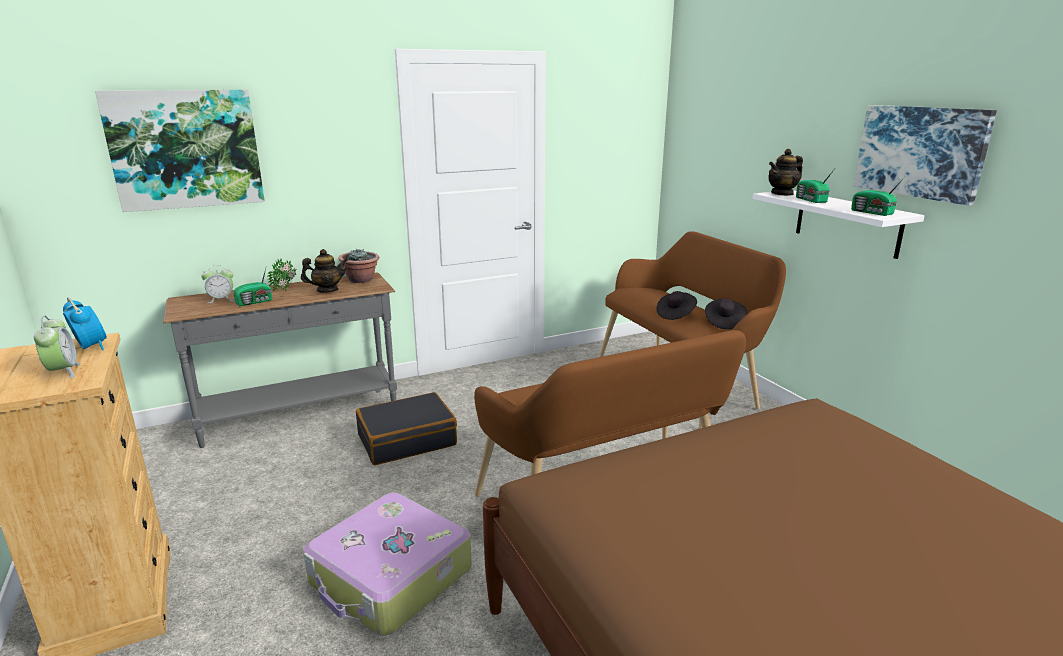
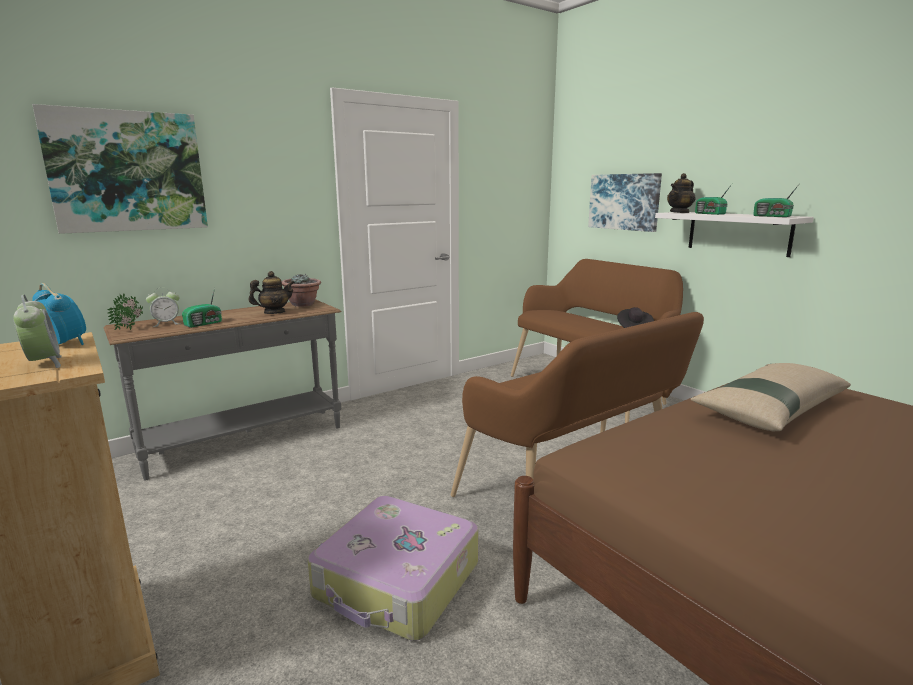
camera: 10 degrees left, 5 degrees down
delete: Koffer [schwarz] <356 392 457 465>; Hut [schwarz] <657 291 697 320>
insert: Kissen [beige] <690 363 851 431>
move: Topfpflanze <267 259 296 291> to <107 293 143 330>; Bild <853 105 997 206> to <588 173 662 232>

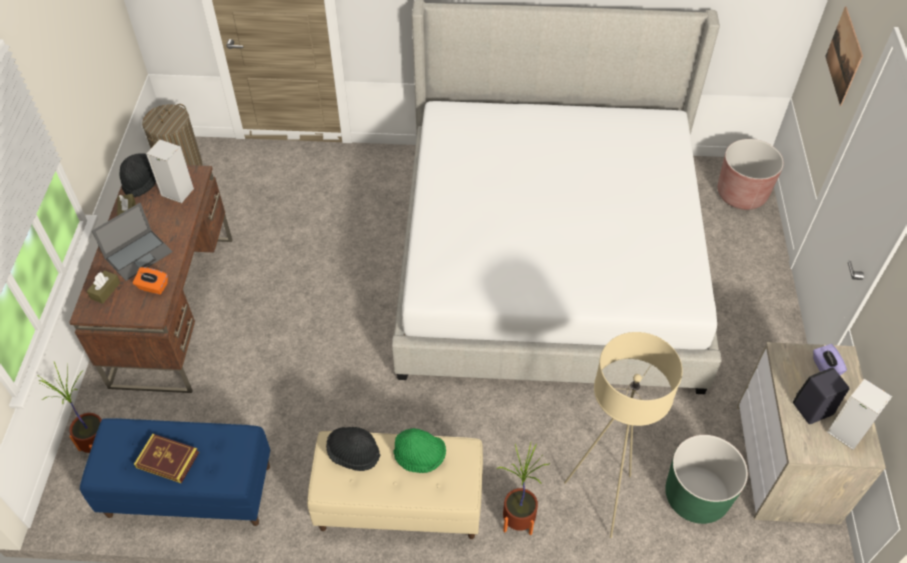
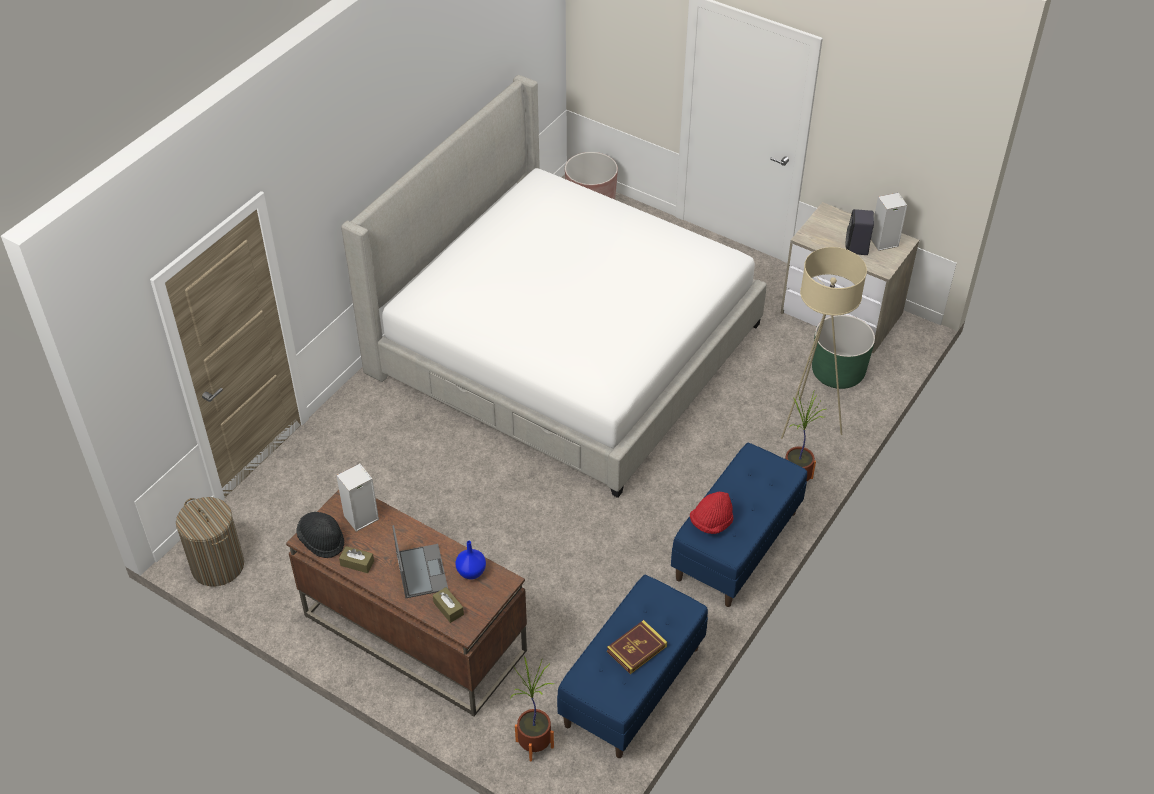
camera: 60 degrees left, 5 degrees down
delete: Hut [grün] <393 428 446 473>; Taschentuchbox [lila] <813 344 847 375>; Bild <825 6 863 106>
replace: Taschentuchbox [orange] <133 267 168 295> to Vase [blau] <455 541 486 580>
recolor: Bank [beige] <307 431 483 539> to Bank [blau] <671 443 807 607>; Hut [schwarz] <326 427 380 471> to Hut [rot] <690 492 733 534>

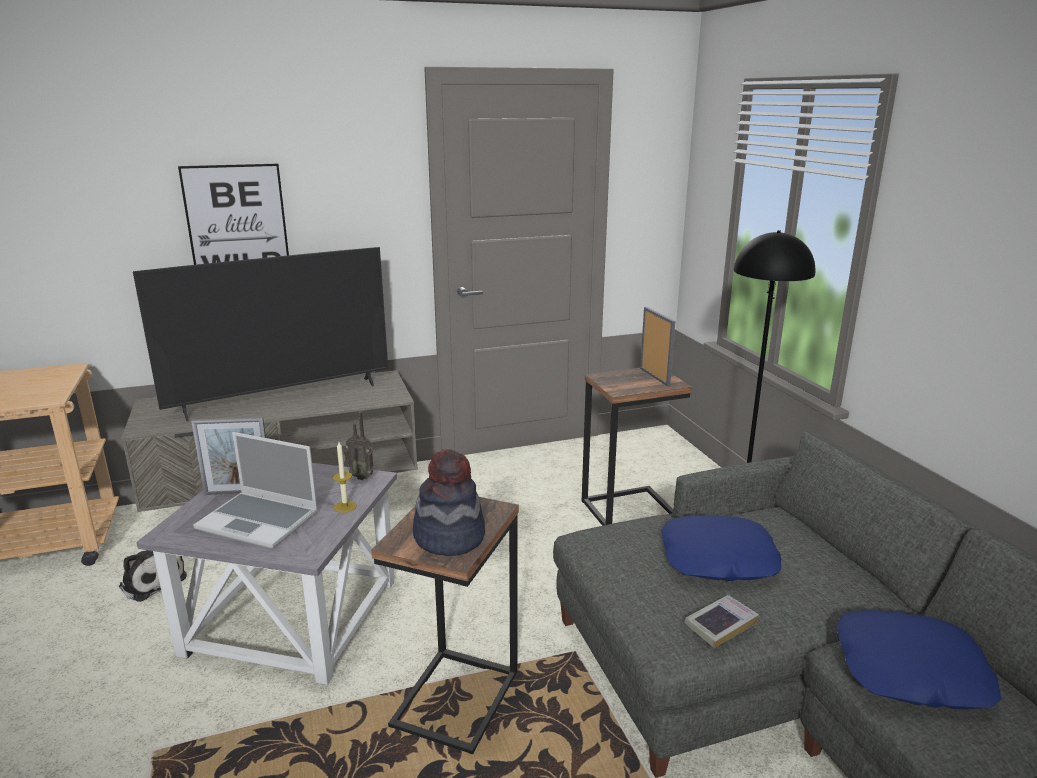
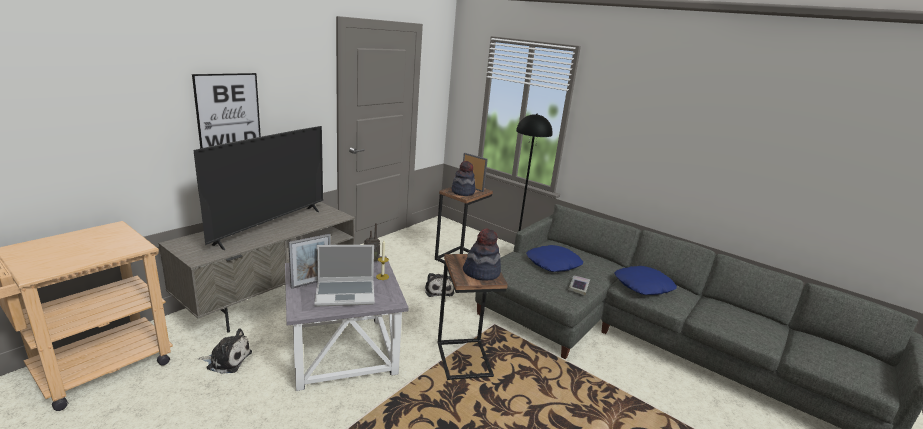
camera: 35 degrees left, 0 degrees up
insert: Plüschtier <425 273 454 297>; Hut <452 161 476 196>

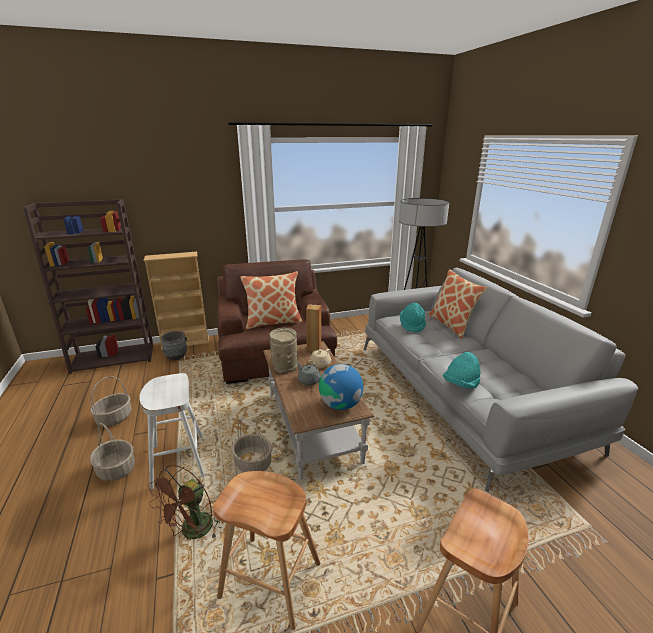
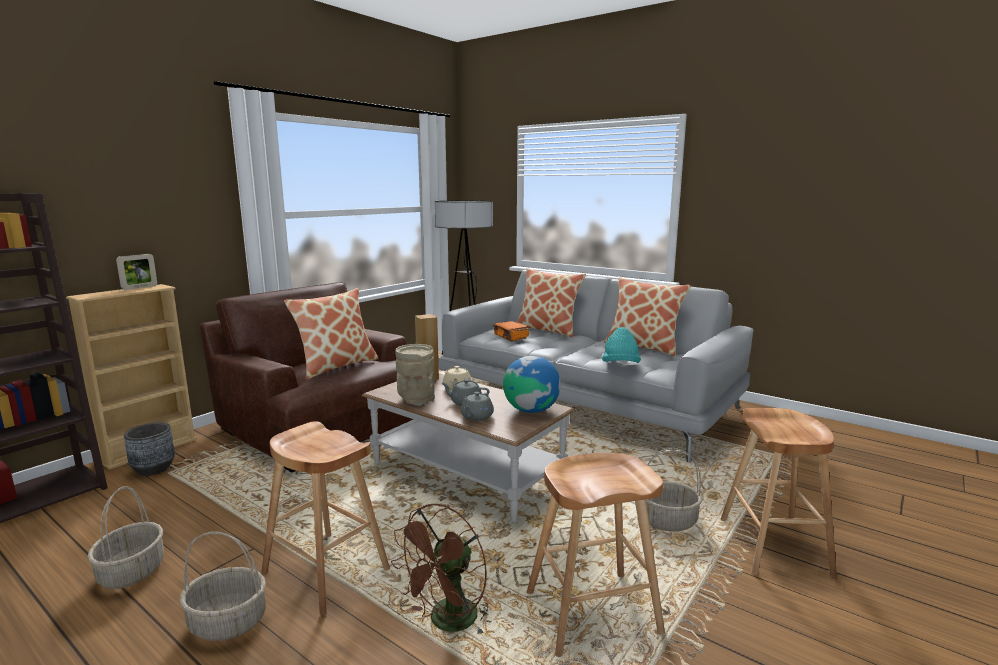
camera: 35 degrees left, 10 degrees down
insert: Bilderrahmen <116 254 157 290>; Teekanne [grau] <461 392 494 421>; Kissen <604 277 691 356>
move: Korb <231 417 272 472> to <646 448 702 532>
replace: Hut [türkis] <400 303 426 332> to Buch [orange] <493 321 529 341>
recolor: Hocker [weiß] <139 373 205 490> to Hocker [braun] <261 421 390 615>
rotate: Ventilator [braun] <148 465 222 540> = <391 504 492 637> 45 degrees clockwise

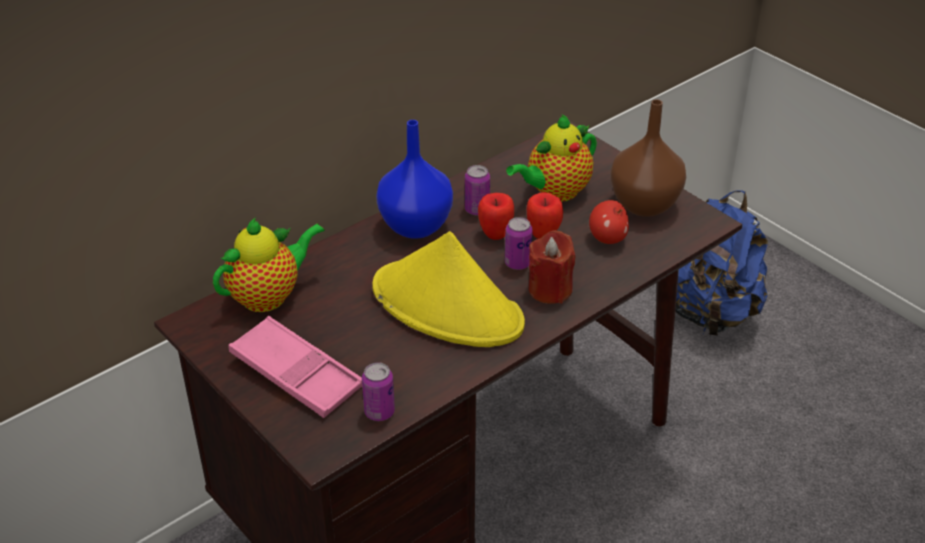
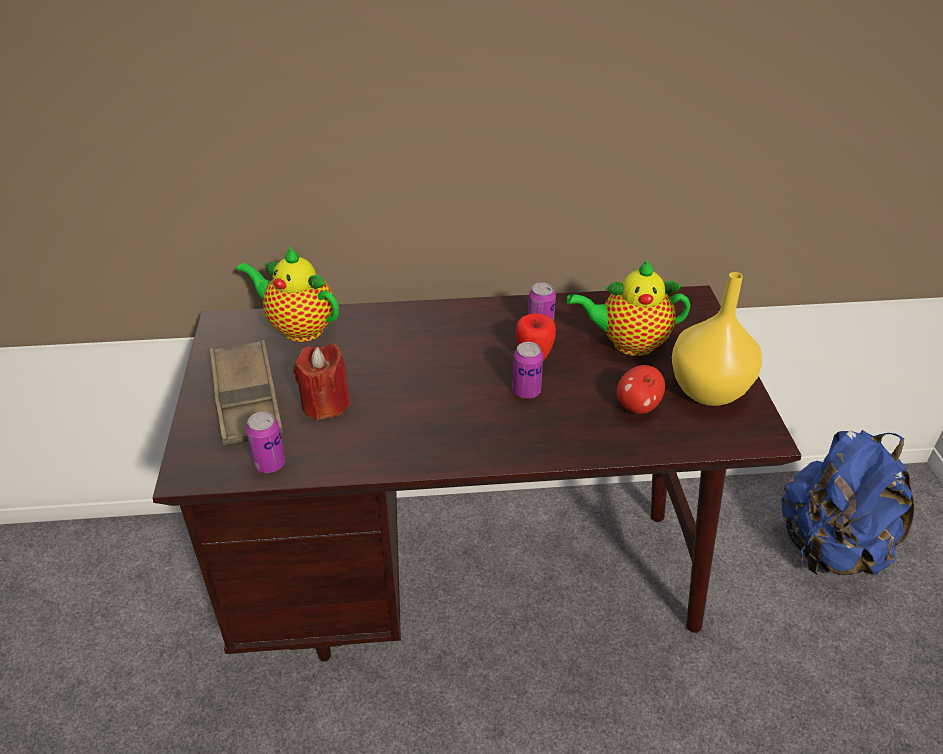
camera: 35 degrees right, 0 degrees up
delete: Hut [gelb] <372 231 525 347>; Vase [blau] <376 120 453 239>; Apfel <527 192 563 239>
move: Kerze [rot] <529 231 576 304> to <294 343 351 421>
recolor: Tablett [rosa] <228 316 362 418> to Tablett [braun] <210 340 283 446>; Vase [braun] <611 99 686 217> to Vase [gelb] <672 272 762 406>
rotate: Teekanne <213 217 325 312> = <236 246 339 342> 150 degrees counterclockwise

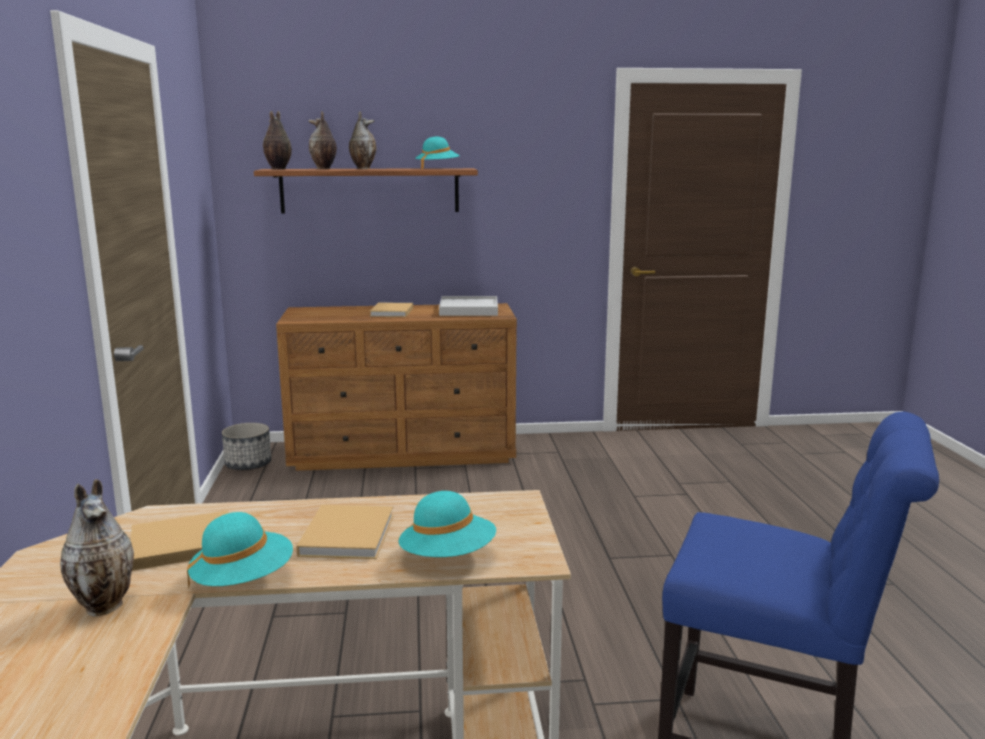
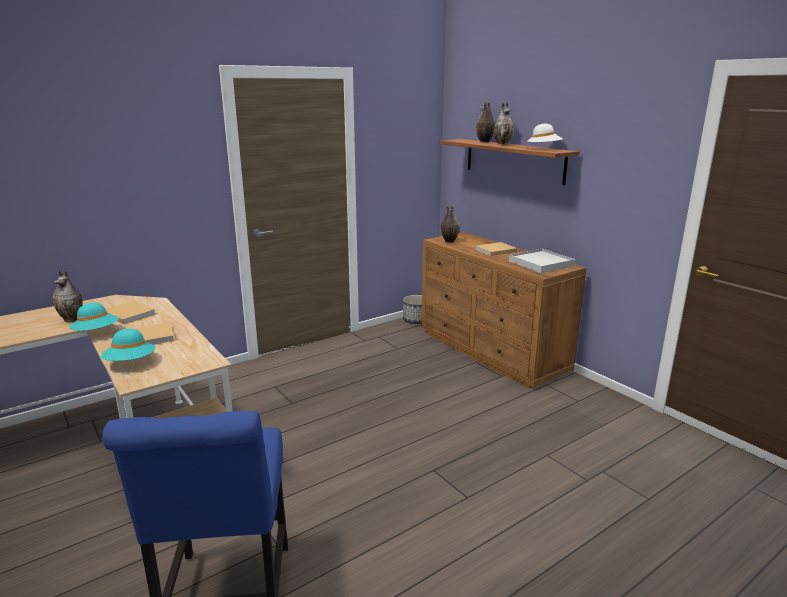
camera: 60 degrees right, 5 degrees up
move: Vase <263 111 292 170> to <441 205 460 243>
recolor: Hut [türkis] <415 137 460 169> to Hut [weiß] <526 124 563 145>

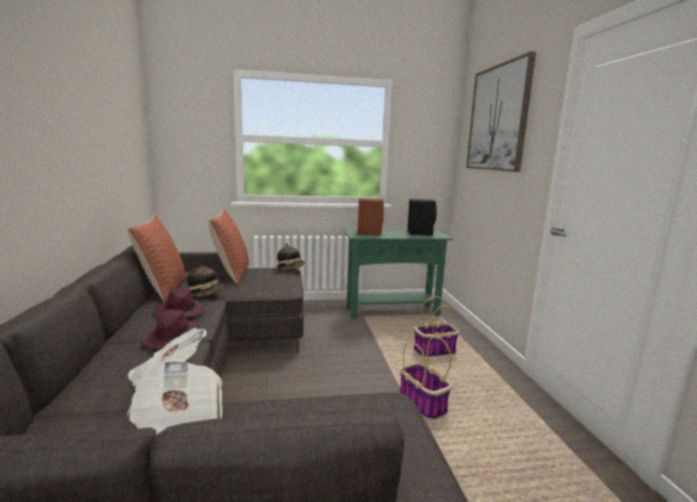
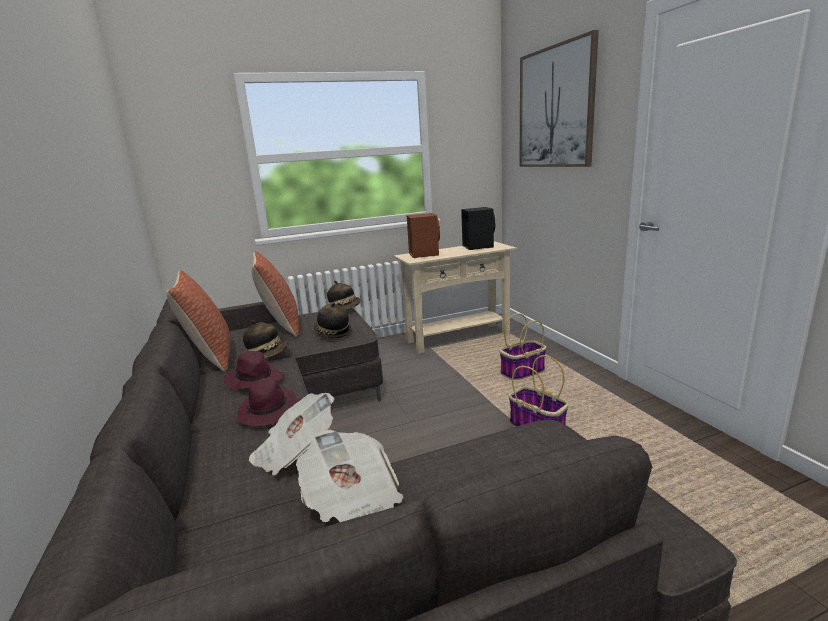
camera: 10 degrees left, 5 degrees up
insert: Hut <314 303 352 339>
recolor: Konsolentisch [grün] <344 231 453 319> to Konsolentisch [beige] <394 241 517 354>

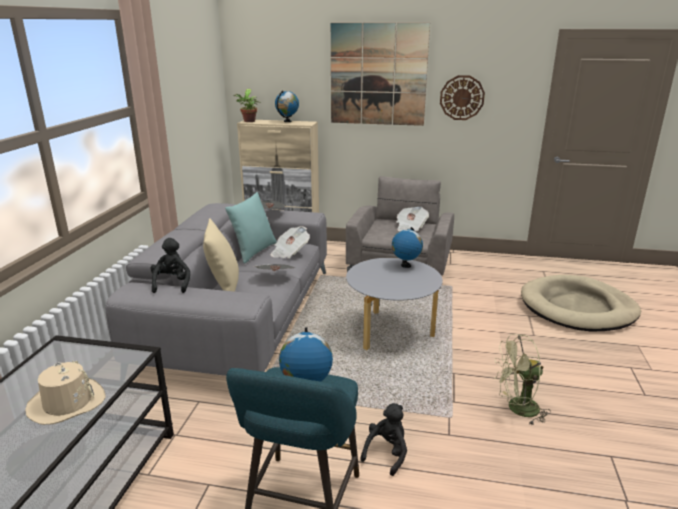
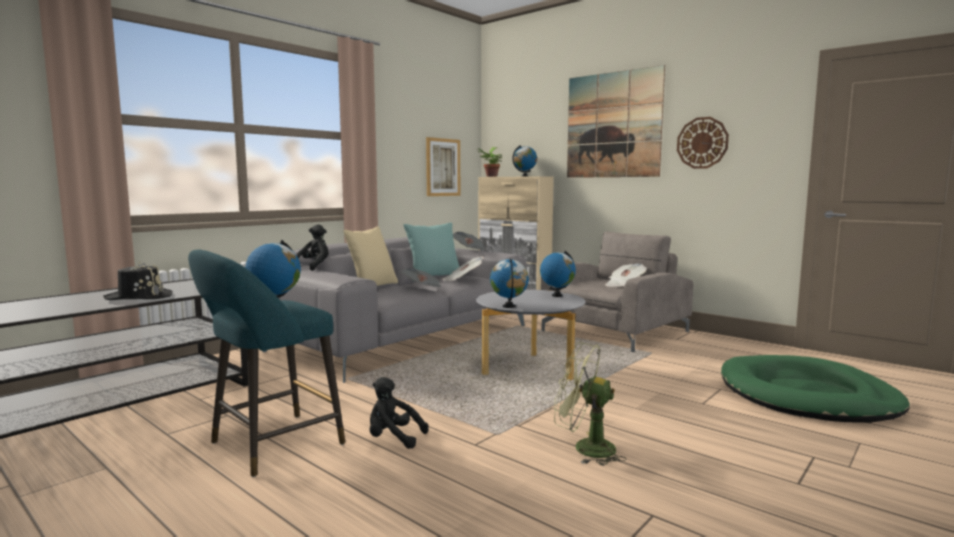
camera: 30 degrees right, 15 degrees down
insert: Bild <426 137 460 196>; Globus <490 259 529 308>
recolor: Hut [beige] <25 361 106 425> to Hut [schwarz] <103 261 173 300>; Hundebett [beige] <521 275 641 331> to Hundebett [grün] <721 355 910 423>
rotate: Plüschtier [schwarz] <360 403 407 476> = <370 377 429 449> 135 degrees counterclockwise

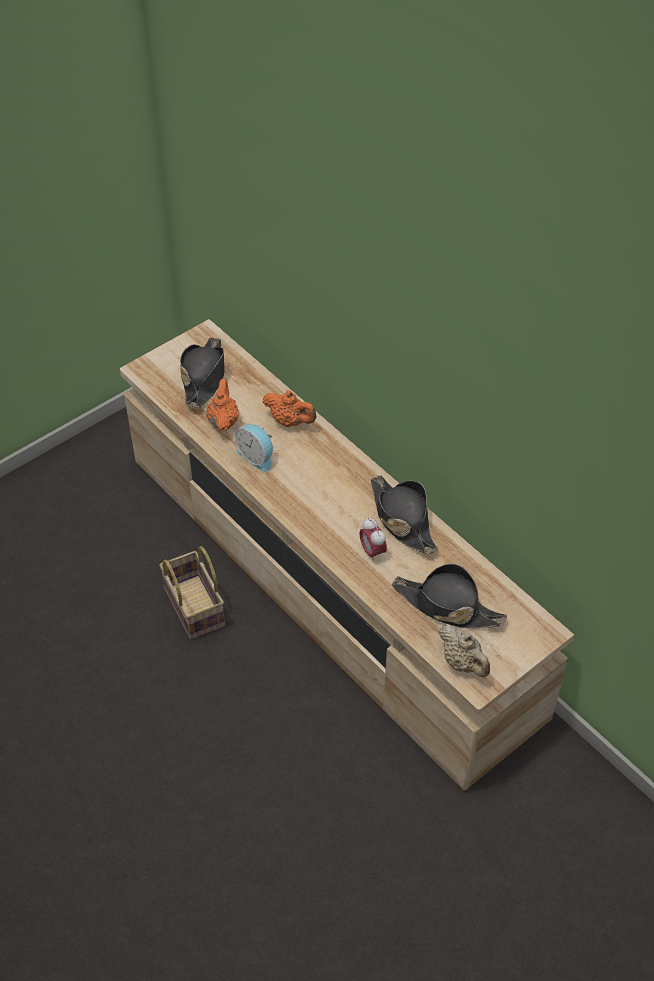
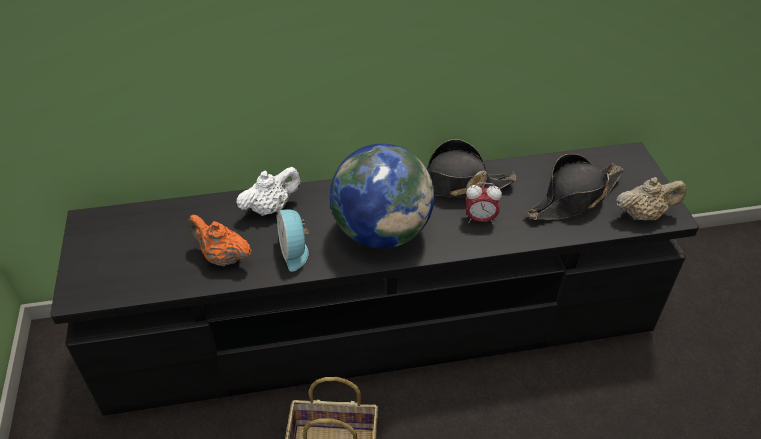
camera: 60 degrees left, 5 degrees down
delete: Hut [schwarz] <180 337 225 409>
insert: Globus <330 144 434 248>
recolor: Fernsehschrank [beige] <120 319 574 790> to Fernsehschrank [schwarz] <50 142 699 416>; Teekanne [orange] <263 390 316 427> to Teekanne [weiß] <236 167 301 216>
rotate: Wecker <235 424 273 473> = <277 209 309 272> 90 degrees clockwise

